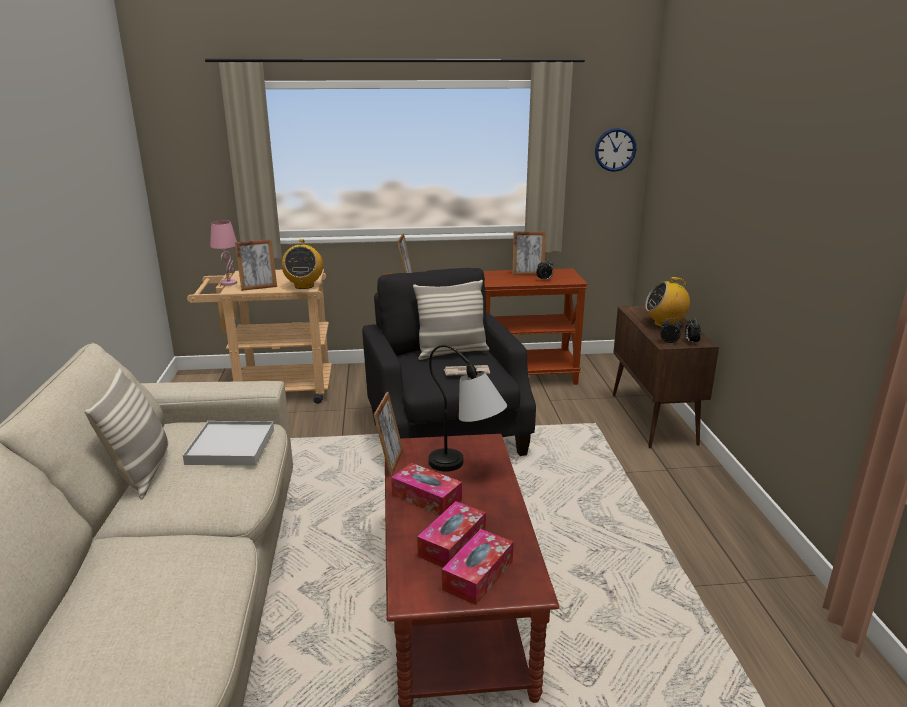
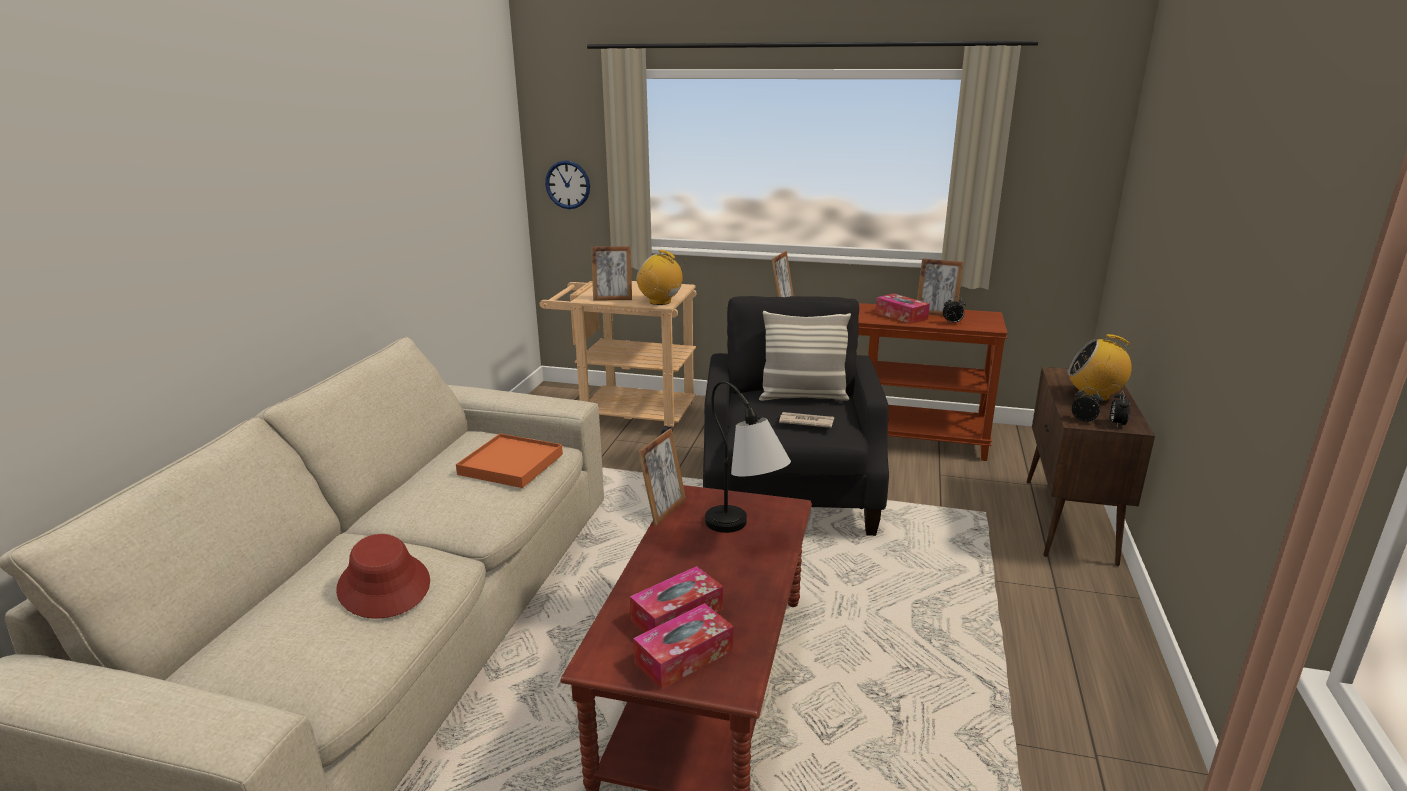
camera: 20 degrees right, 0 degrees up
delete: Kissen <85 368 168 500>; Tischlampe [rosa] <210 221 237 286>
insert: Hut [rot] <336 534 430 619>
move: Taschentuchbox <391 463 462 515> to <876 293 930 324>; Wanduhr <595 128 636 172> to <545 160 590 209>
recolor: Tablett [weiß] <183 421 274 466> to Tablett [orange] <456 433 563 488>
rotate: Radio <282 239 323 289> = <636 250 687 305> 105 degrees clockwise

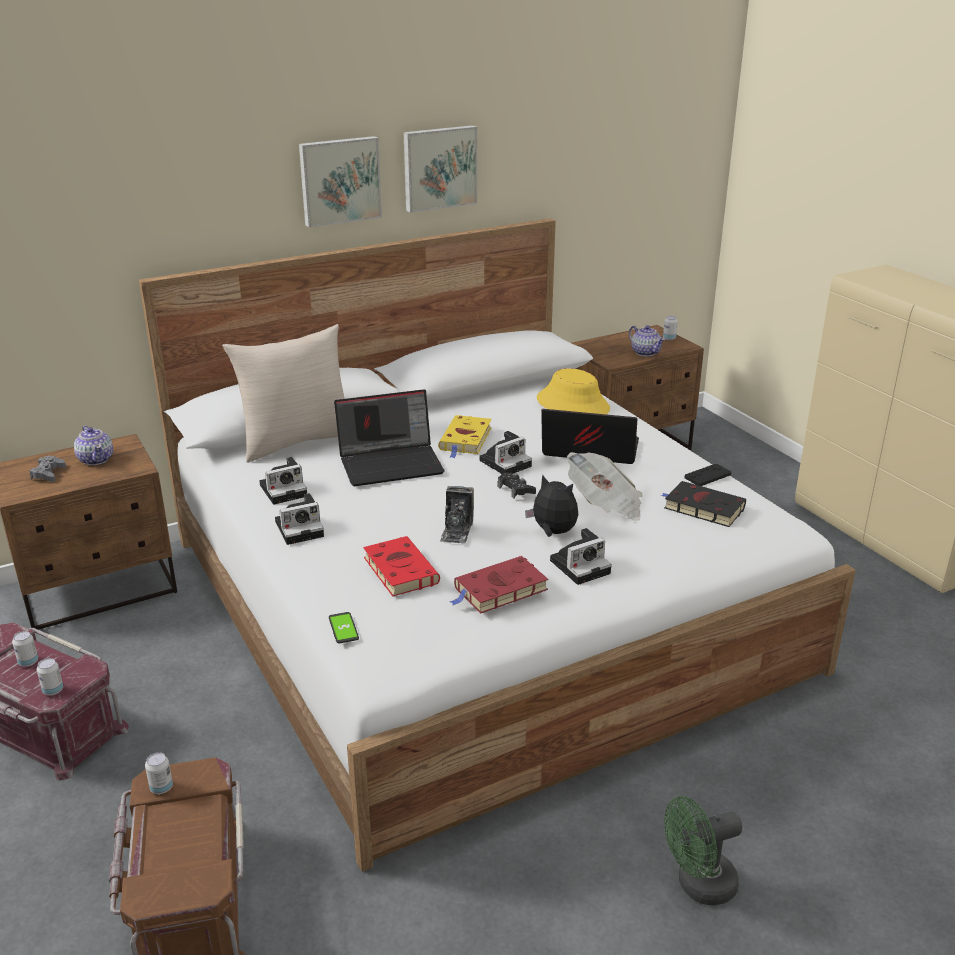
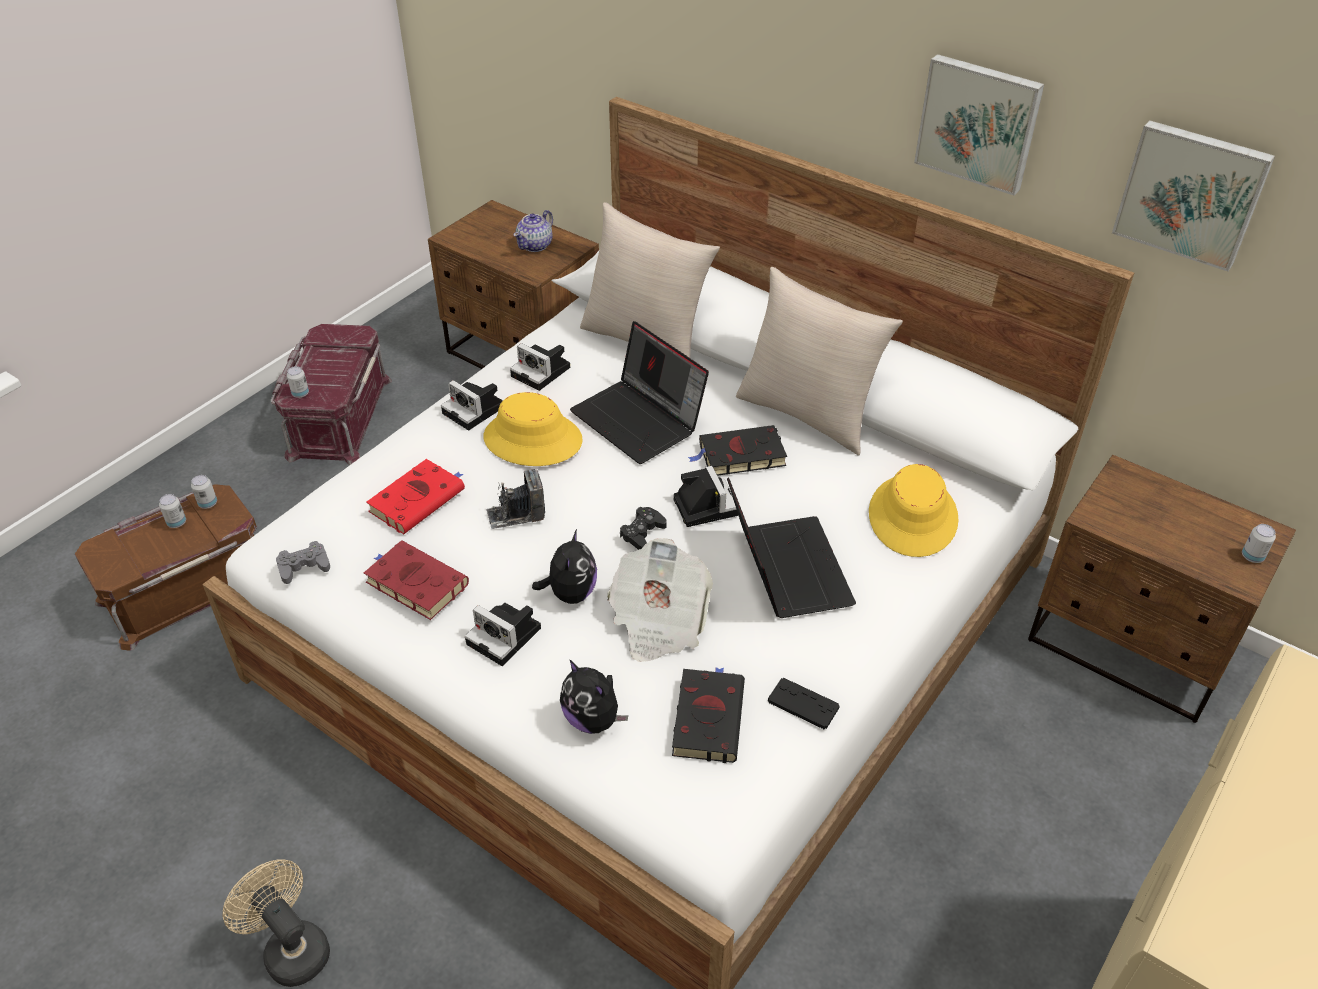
camera: 65 degrees right, 15 degrees up
delete: Handy <329 612 359 644>; Teekanne <629 325 665 357>
insert: Hut [gelb] <484 392 583 466>; Plüschtier <560 659 628 734>; Kissen [beige] <736 267 903 456>
move: Dose <12 631 38 667> to <159 494 186 528>; Gamepad [grau] <29 456 66 482> to <276 541 330 584>; Bild <299 136 382 227> to <1112 120 1275 271>
recolor: Buch [gelb] <438 415 492 458> to Buch [schwarz] <688 425 787 476>; Ventilator [grün] <665 796 742 906> to Ventilator [beige] <223 859 330 987>
rotate: Kamera <479 431 532 474> = <673 466 738 527> 135 degrees counterclockwise

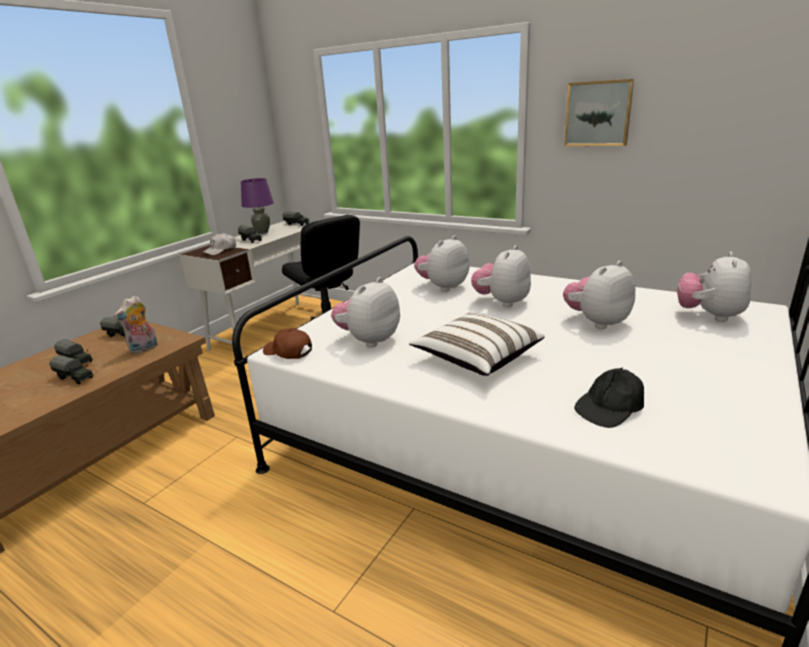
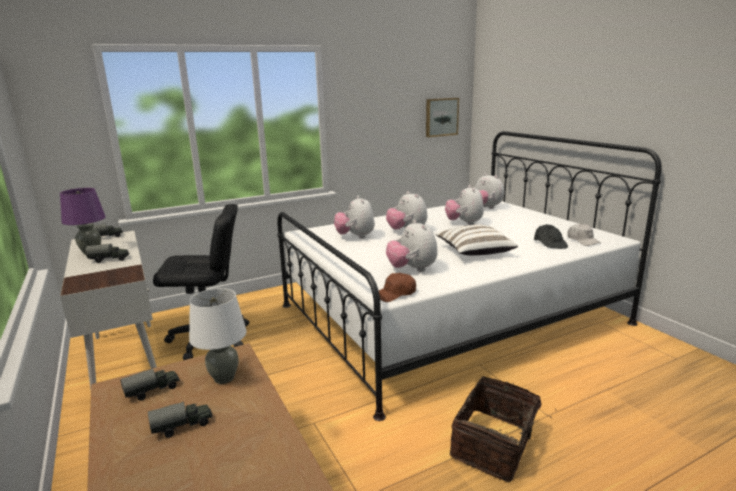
camera: 60 degrees left, 5 degrees down
delete: Spielzeuglaster <49 355 94 384>
insert: Korb <450 376 557 482>
move: Kappe [weiß] <202 233 236 255> to <567 223 601 246>; Bild <564 79 634 146> to <426 98 459 137>
replace: Plüschtier <113 296 158 354> to Tischlampe [weiß] <189 288 247 384>

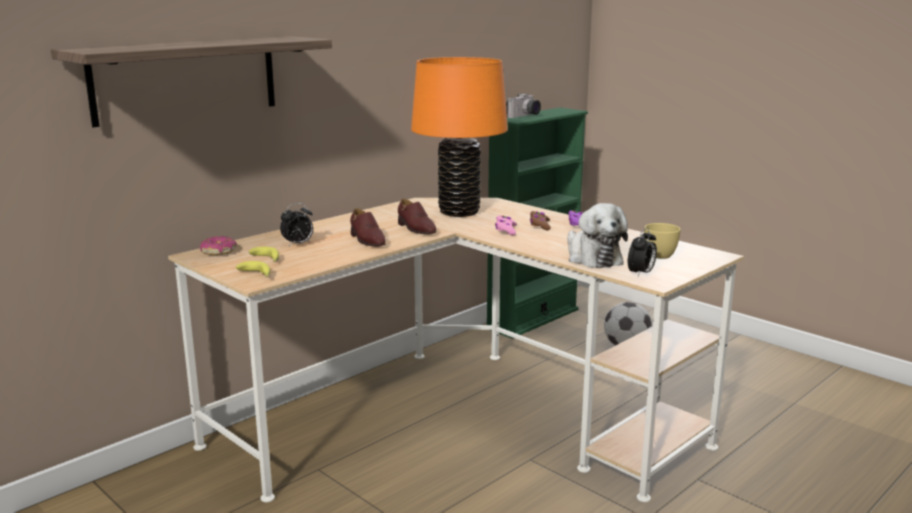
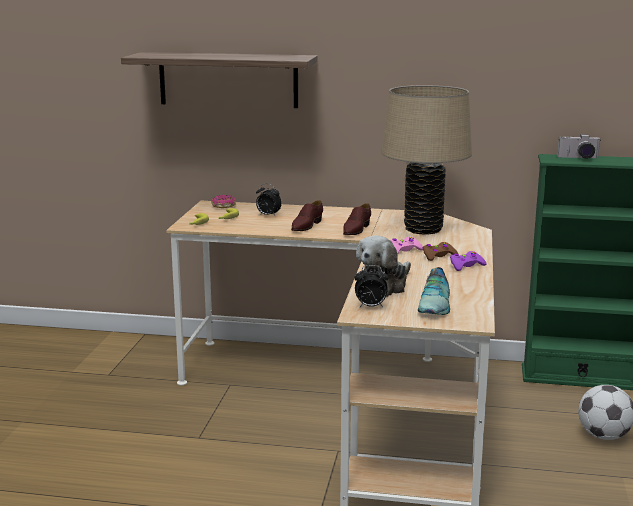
camera: 55 degrees right, 0 degrees up
replace: Tasse [gelb] <644 223 681 259> to Schuh <418 267 450 315>
recolor: Tischlampe [orange] <411 57 508 217> to Tischlampe [beige] <382 85 472 235>

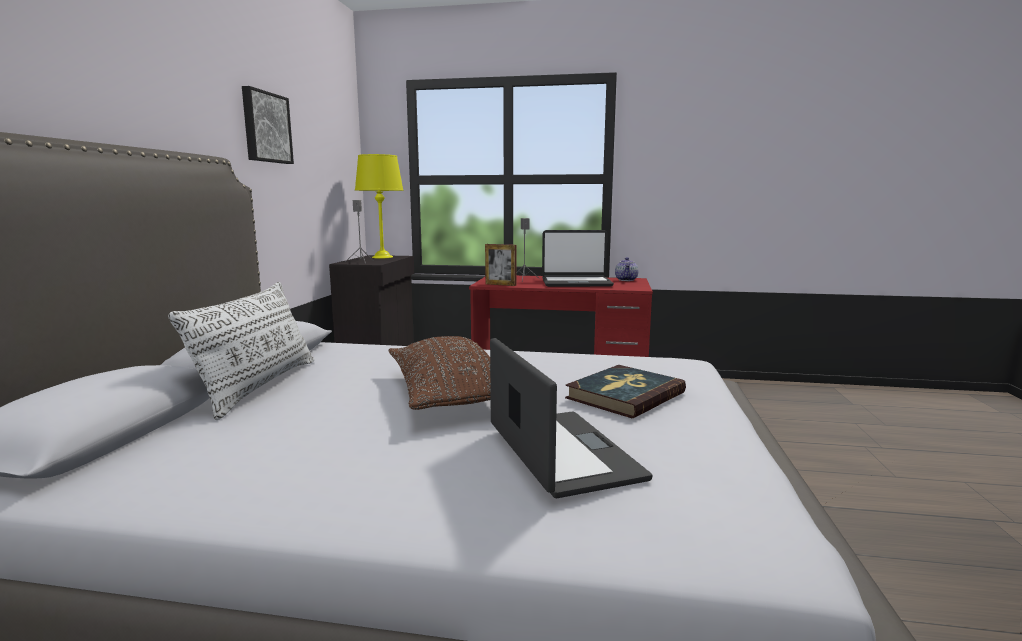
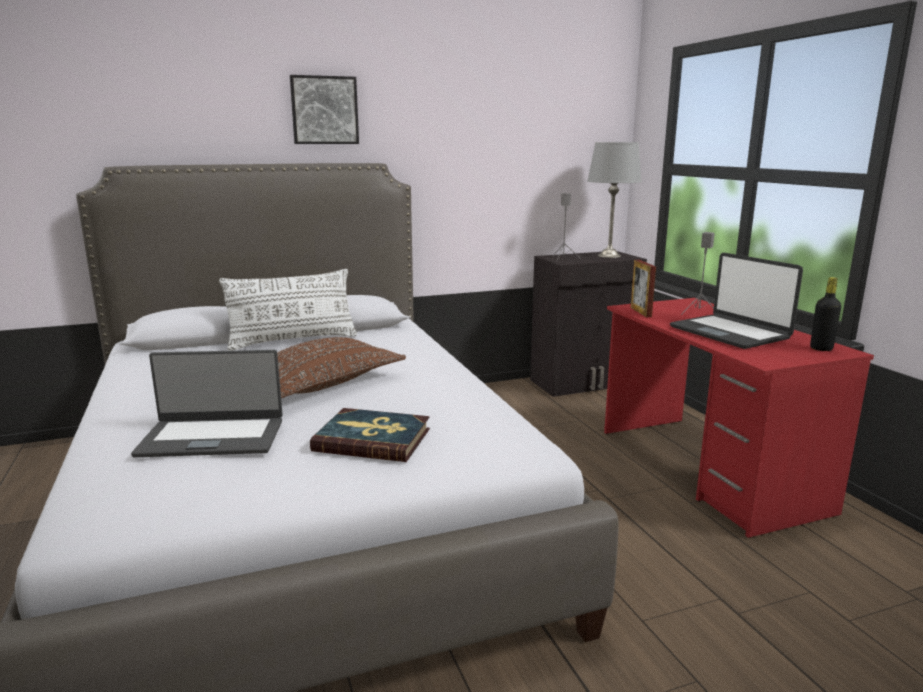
camera: 60 degrees right, 5 degrees up
move: Bild <242 86 294 164> to <290 75 359 144>
replace: Teekanne <615 257 638 281> to Flasche [schwarz] <810 277 841 351>
recolor: Tischlampe [gelb] <355 154 404 258> to Tischlampe [grau] <587 142 642 258>
rotate: Laptop <490 338 653 498> = <131 350 283 457> 45 degrees clockwise

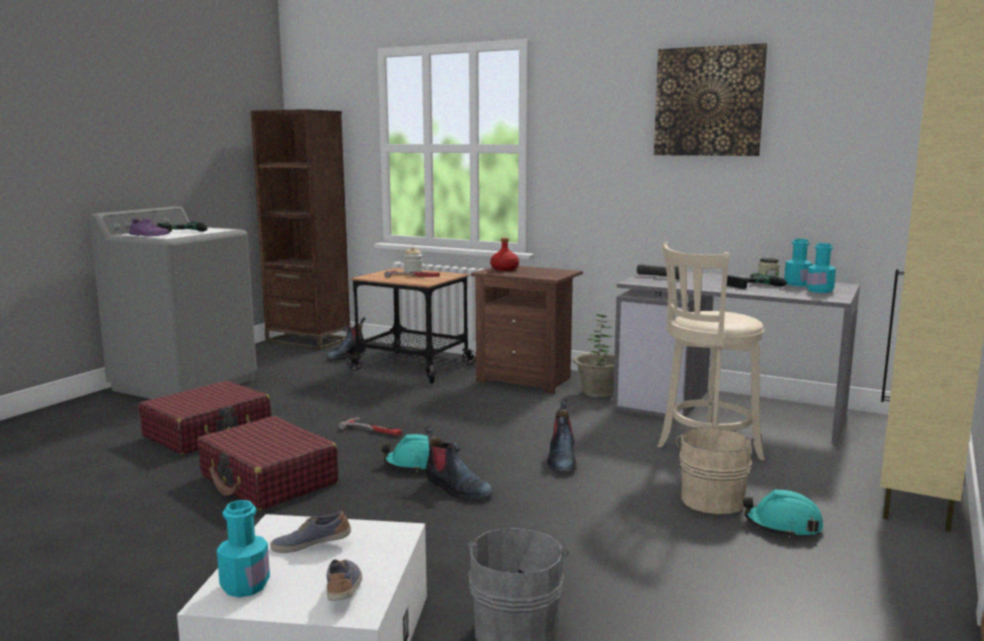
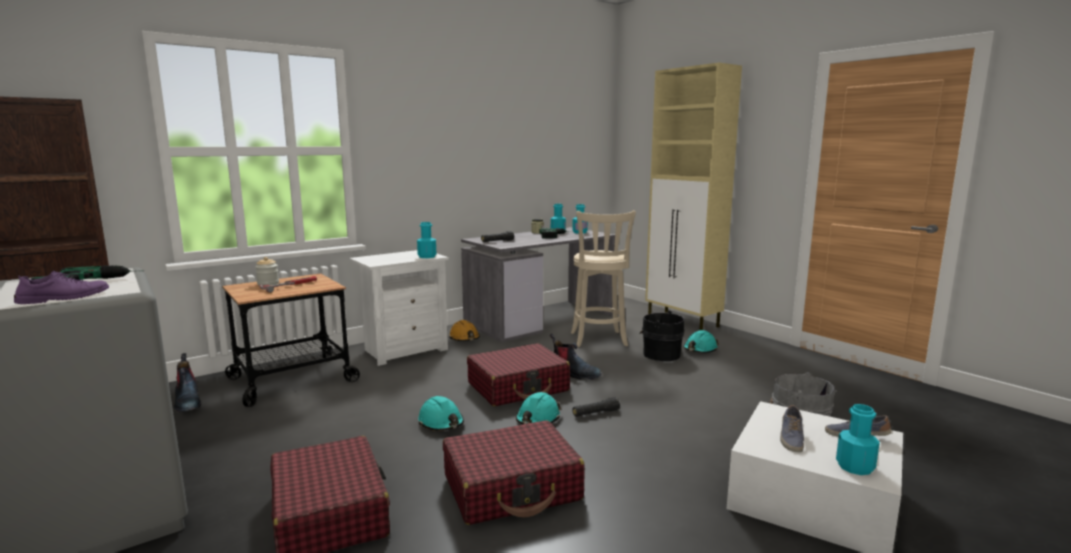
camera: 65 degrees left, 0 degrees up
delete: Flasche [rot] <490 238 519 271>; Bild <654 43 767 156>
insert: Flasche [türkis] <417 222 436 258>; Koffer [rot] <467 343 570 406>
replace: Hammer <338 417 402 436> to Schutzhelm [türkis] <418 396 464 431>; Stiefel <425 426 493 500> to Taschenlampe [schwarz] <572 397 620 417>; Topfpflanze <572 314 614 397> to Schutzhelm [orange] <449 320 480 341>
recolor: Nachttisch [braun] <471 266 583 394> to Nachttisch [weiß] <349 250 449 366>; Eimer [beige] <676 427 754 514> to Eimer [schwarz] <639 311 685 361>

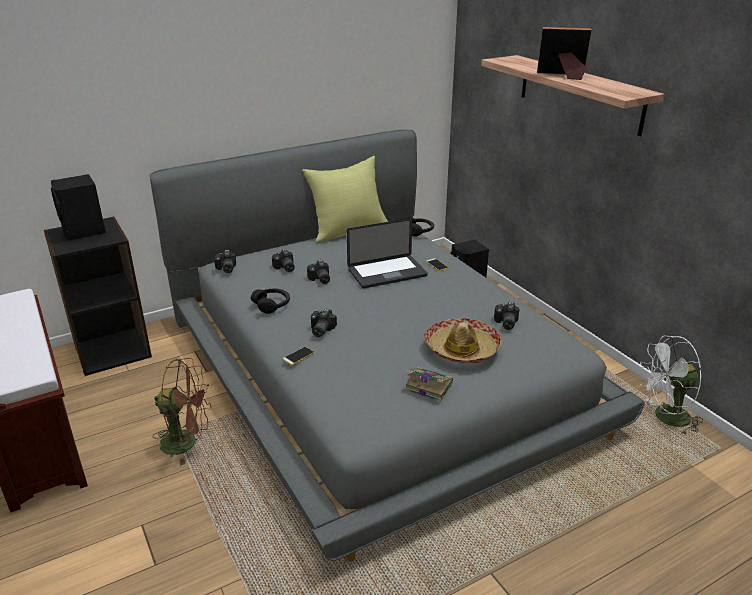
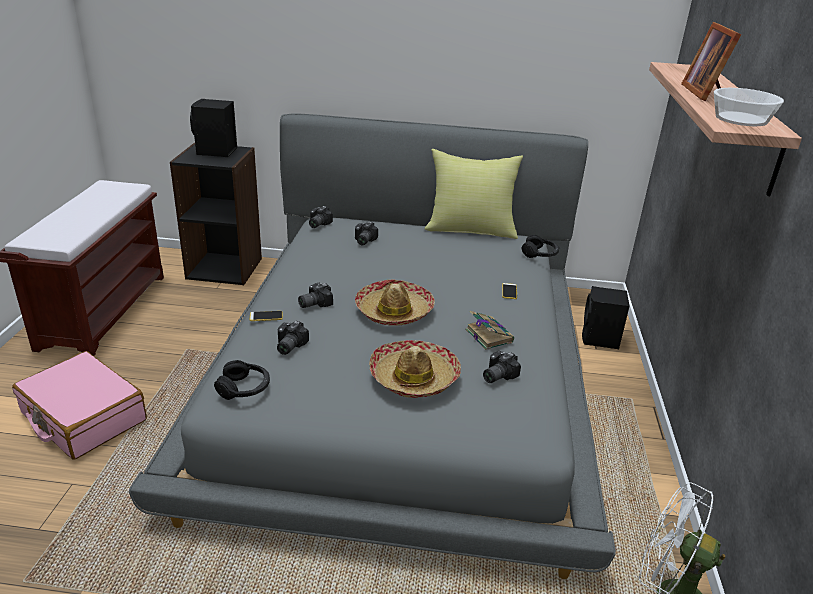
camera: 35 degrees right, 0 degrees up
delete: Ventilator [braun] <153 358 211 466>; Laptop <347 218 428 288>
insert: Koffer [rosa] <12 351 147 460>; Hut <355 279 435 325>; Schüssel <714 88 784 126>
move: Kopfhörer [schwarz] <251 289 290 314> to <214 360 270 400>; Kamera <307 260 330 284> to <277 321 309 355>; Buch <405 367 453 401> to <465 311 514 350>
rotate: Bilderrahmen <537 27 592 80> = <681 22 742 101> 135 degrees counterclockwise

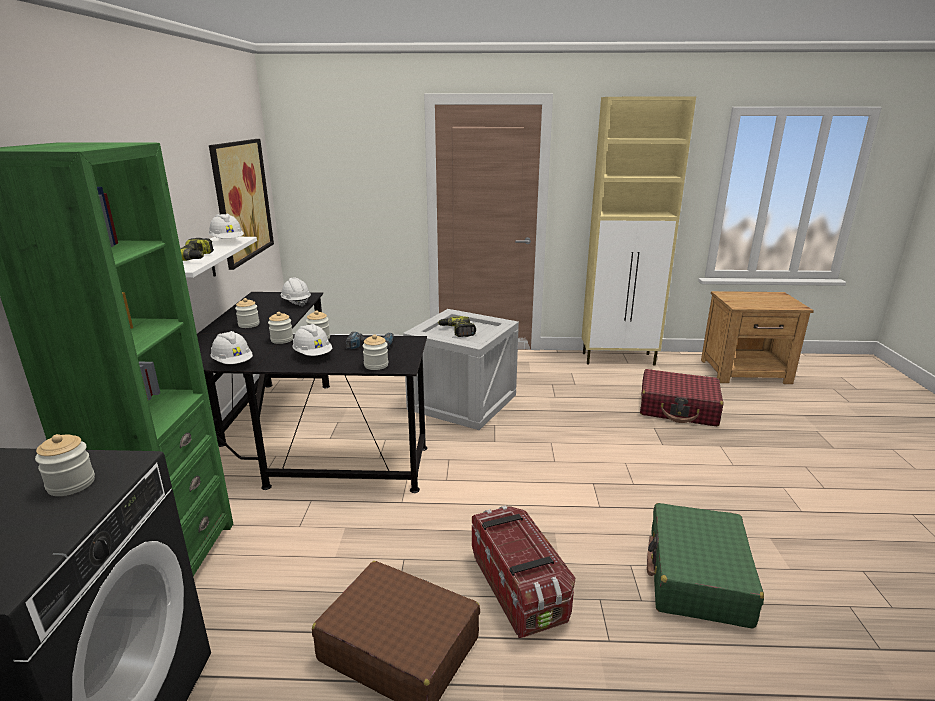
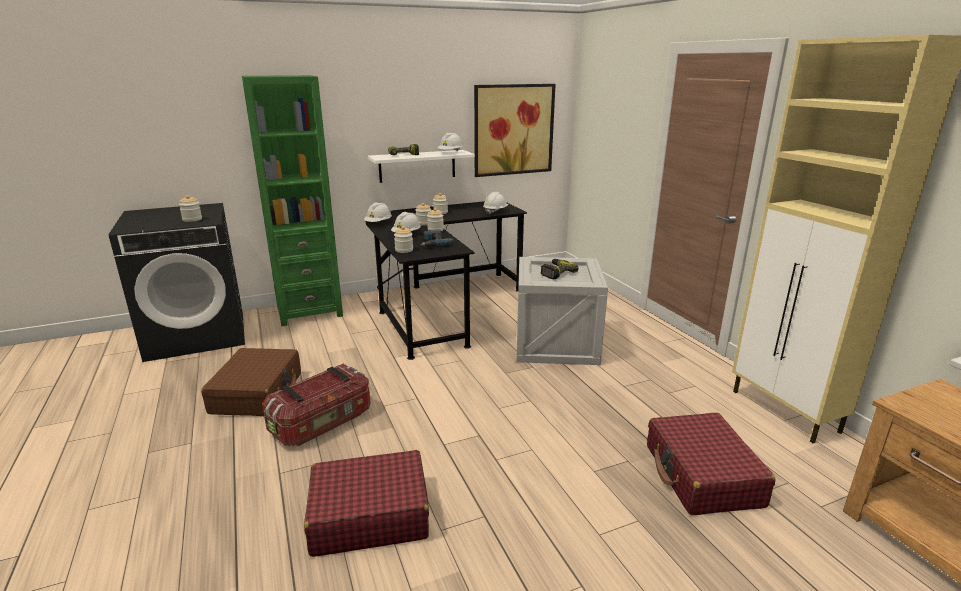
camera: 65 degrees right, 0 degrees up
recolor: Koffer [grün] <647 503 764 629> to Koffer [rot] <304 450 429 557>

